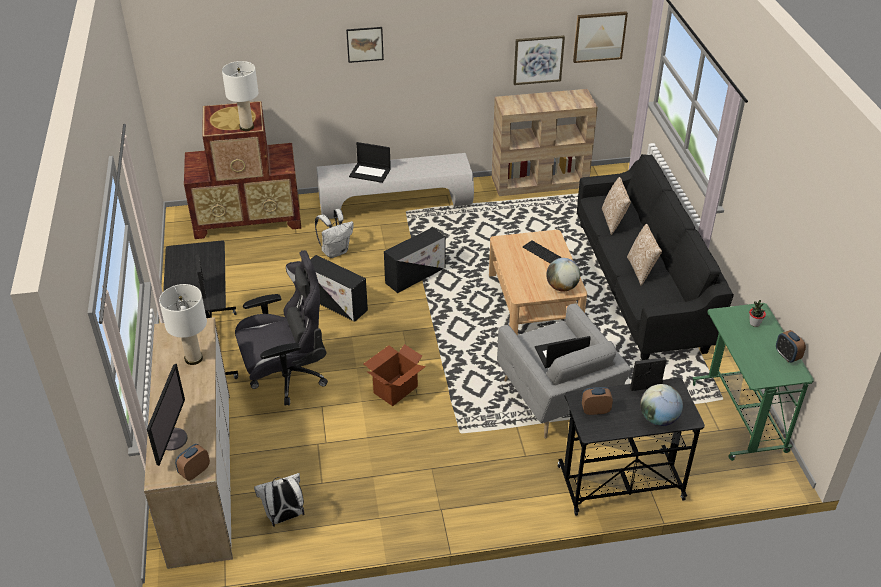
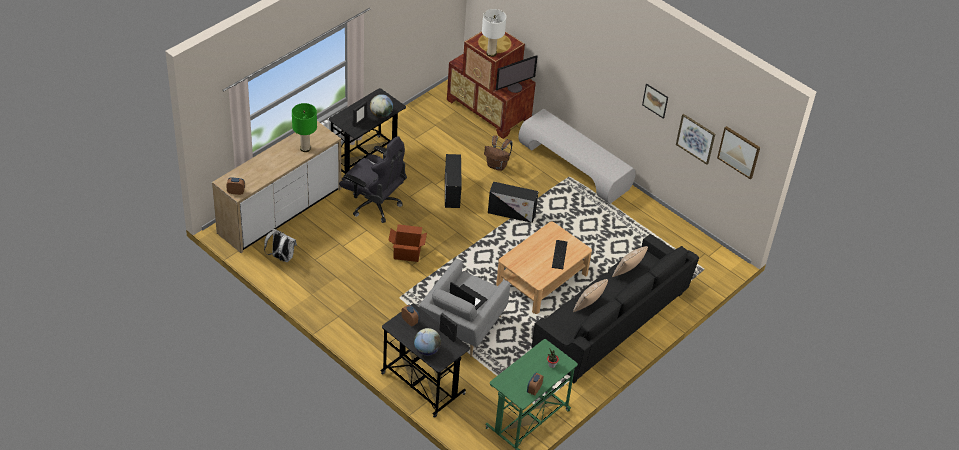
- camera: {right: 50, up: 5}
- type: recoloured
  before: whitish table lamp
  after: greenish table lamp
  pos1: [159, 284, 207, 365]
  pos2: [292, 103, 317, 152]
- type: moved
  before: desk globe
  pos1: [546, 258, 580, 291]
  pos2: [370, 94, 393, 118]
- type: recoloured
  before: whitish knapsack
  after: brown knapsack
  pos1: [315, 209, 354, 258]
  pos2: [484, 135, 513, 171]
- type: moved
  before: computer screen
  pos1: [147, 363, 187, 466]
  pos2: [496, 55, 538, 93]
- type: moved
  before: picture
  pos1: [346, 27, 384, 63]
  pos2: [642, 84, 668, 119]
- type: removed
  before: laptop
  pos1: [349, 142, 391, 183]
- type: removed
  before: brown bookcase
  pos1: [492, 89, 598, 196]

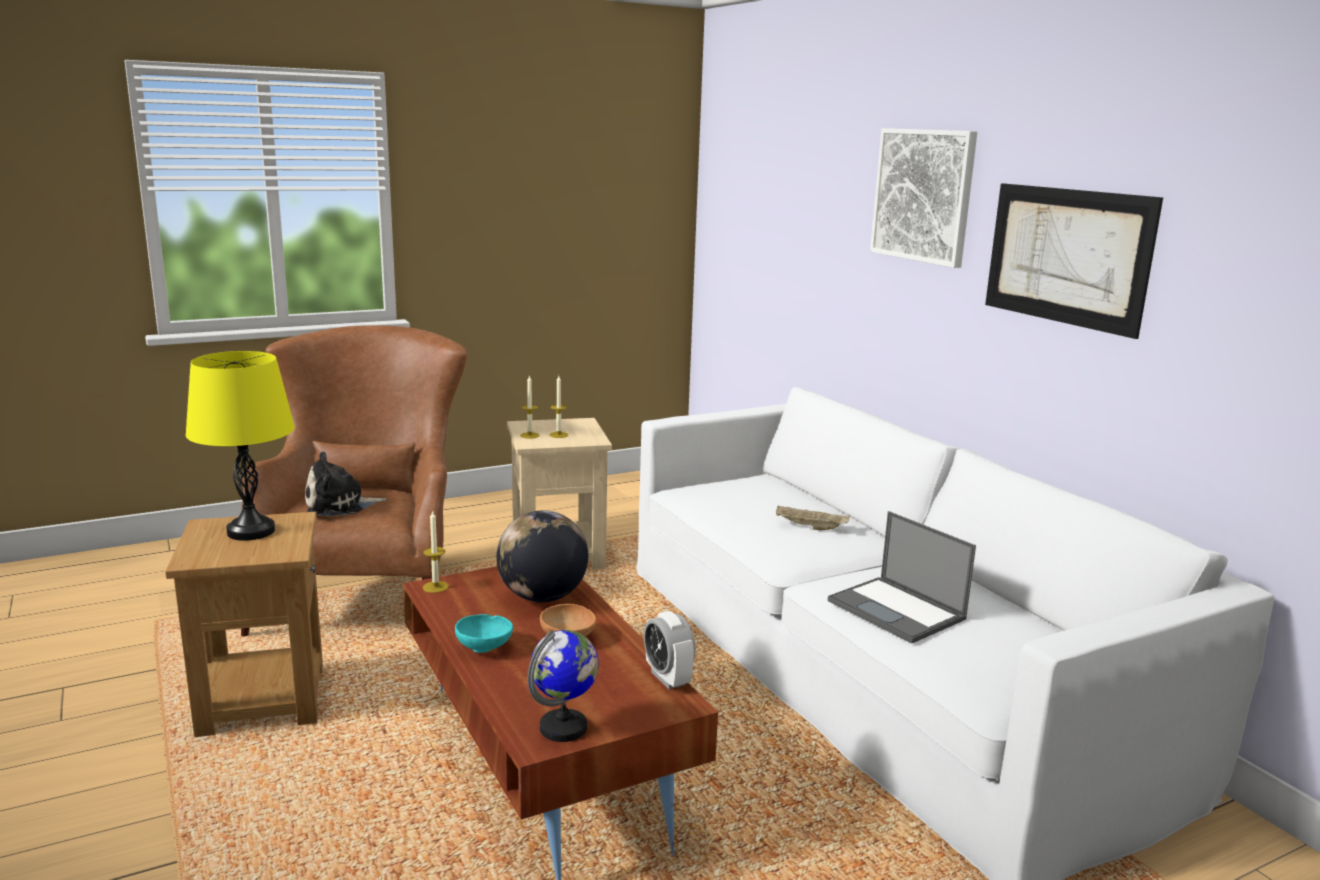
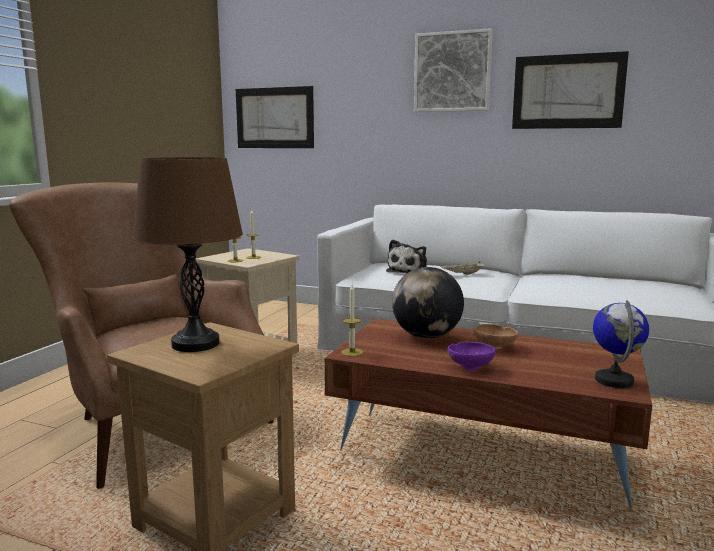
- camera: {right: -40, up: -5}
- type: recoloured
  before: yellow table lamp
  after: brown table lamp
  pos1: [185, 351, 295, 541]
  pos2: [133, 157, 243, 352]
- type: added
  after: picture
  pos2: [236, 86, 314, 148]
- type: moved
  before: plush toy
  pos1: [305, 451, 386, 516]
  pos2: [386, 240, 427, 273]
- type: recoloured
  before: turquoise serving bowl
  after: purple serving bowl
  pos1: [455, 614, 513, 653]
  pos2: [448, 342, 496, 370]
- type: removed
  before: bedside clock
  pos1: [644, 611, 696, 689]
- type: removed
  before: laptop
  pos1: [828, 511, 976, 643]

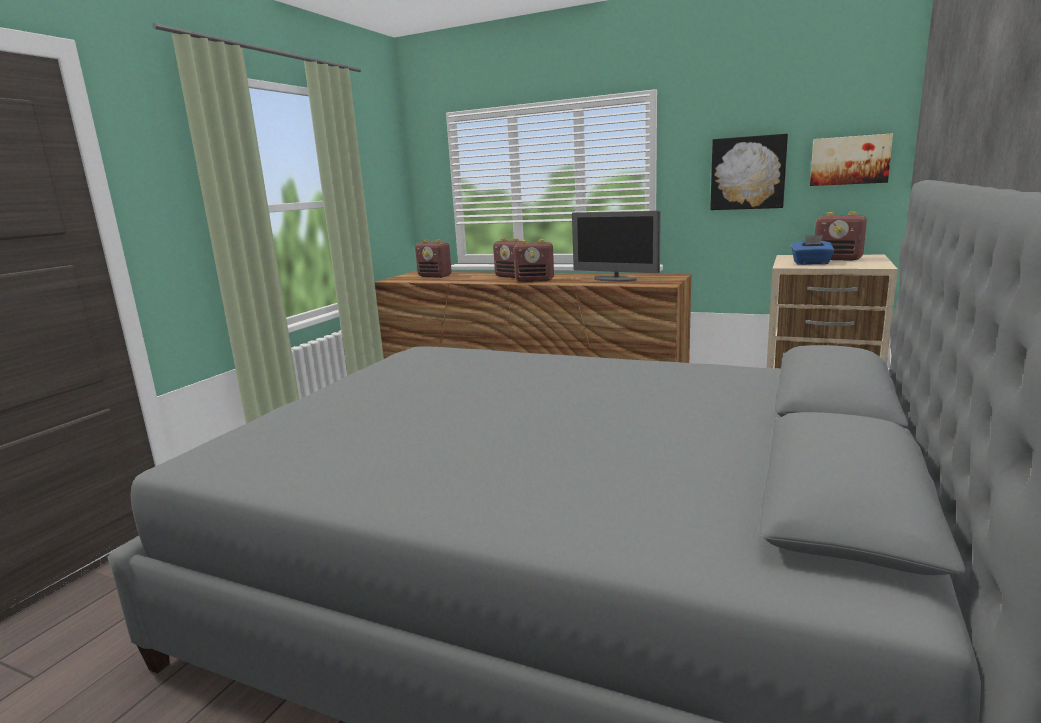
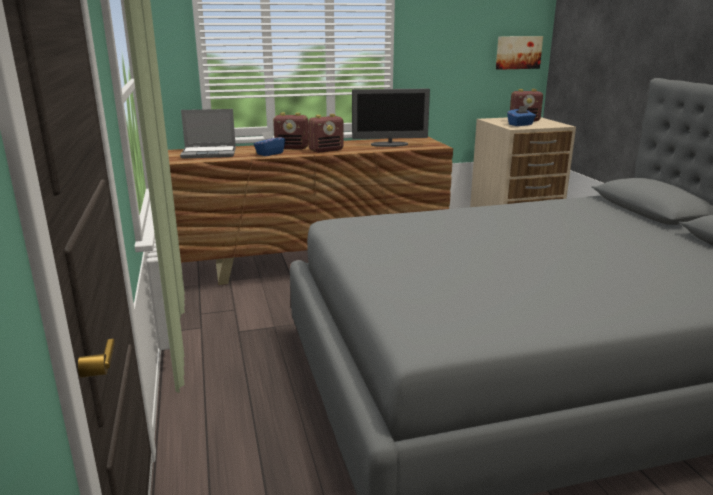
- camera: {right: -40, up: 5}
- type: replaced
  before: radio
  after: laptop
  pos1: [415, 240, 451, 278]
  pos2: [180, 109, 236, 159]
- type: added
  after: blue box of tissues
  pos2: [254, 131, 285, 156]
- type: removed
  before: picture
  pos1: [710, 134, 788, 210]

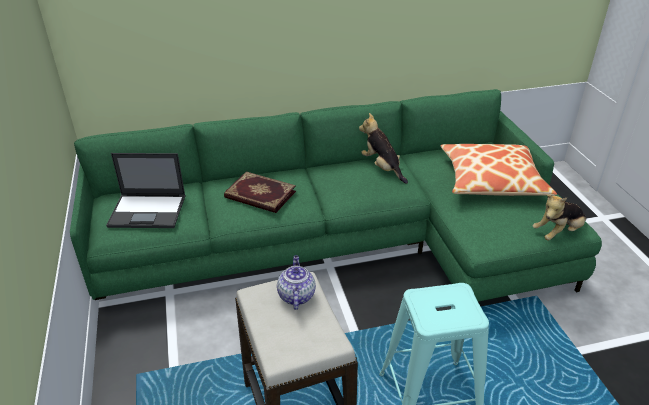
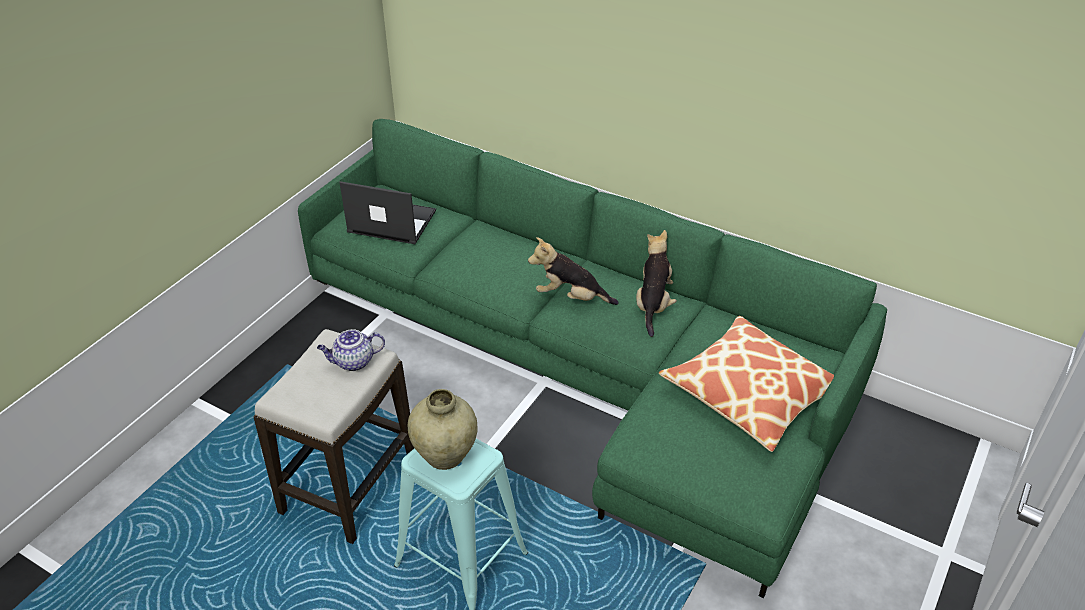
- camera: {right: 45, up: 5}
- type: turned
  before: tea pot
  pos1: [277, 255, 316, 310]
  pos2: [317, 329, 385, 371]
  turn: -150
- type: turned
  before: laptop
  pos1: [106, 153, 186, 228]
  pos2: [340, 181, 436, 244]
  turn: 150
- type: added
  after: beige-coloured flower vase
  pos2: [408, 389, 477, 470]
- type: moved
  before: plush toy
  pos1: [533, 195, 586, 240]
  pos2: [528, 237, 618, 305]
- type: removed
  before: book
  pos1: [224, 172, 296, 213]

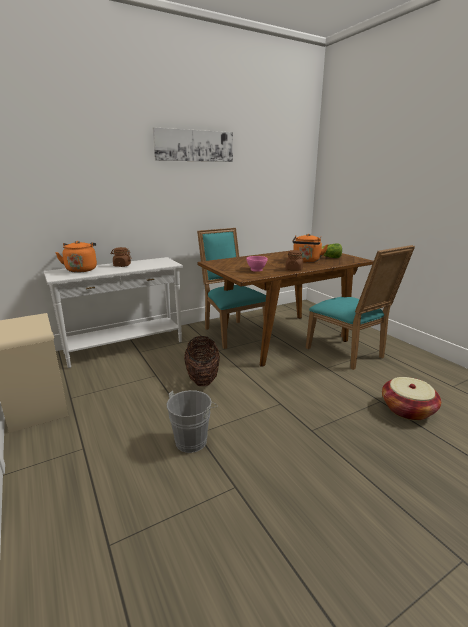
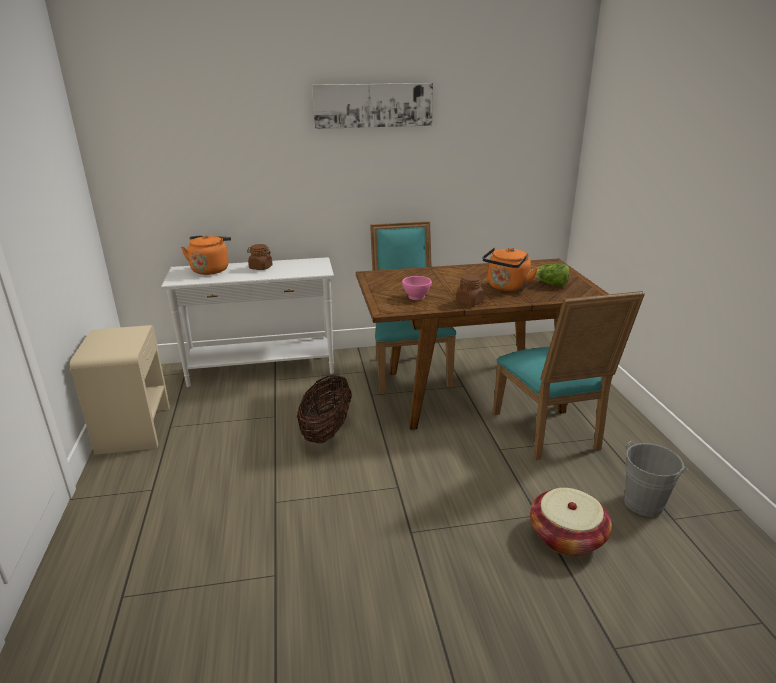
- camera: {right: 20, up: 5}
- type: moved
  before: gray pail
  pos1: [166, 390, 218, 453]
  pos2: [624, 441, 688, 517]

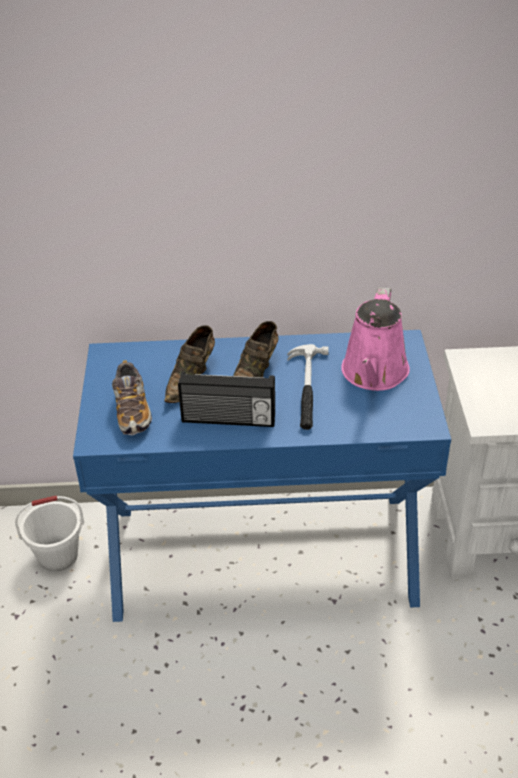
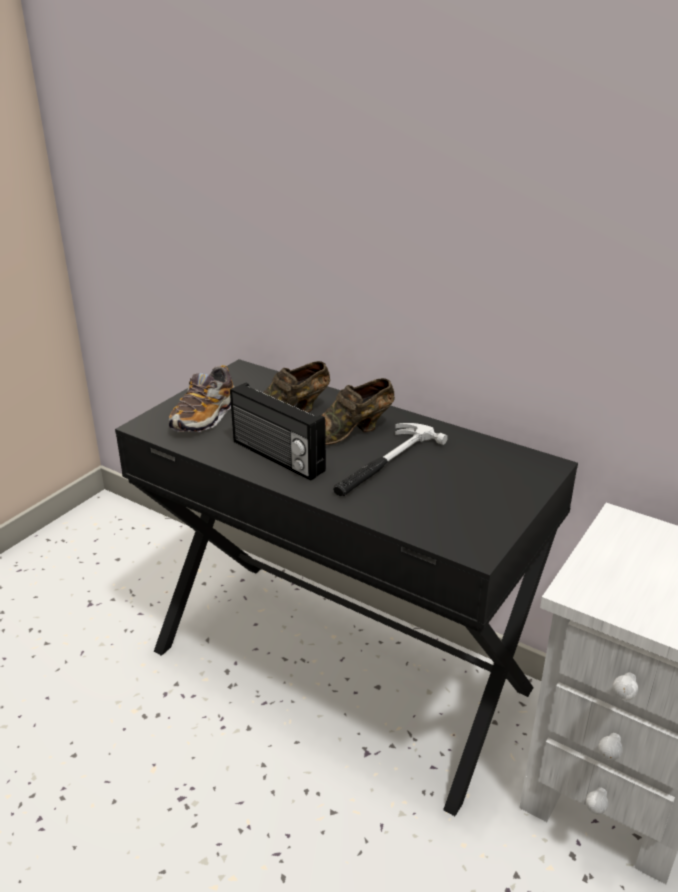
- camera: {right: 35, up: -10}
- type: recoloured
  before: blue desk unit
  after: blackish desk unit
  pos1: [73, 330, 451, 622]
  pos2: [115, 359, 578, 816]
- type: removed
  before: whitish pail
  pos1: [15, 495, 84, 572]
- type: removed
  before: pink-coloured watering pot
  pos1: [341, 287, 410, 391]

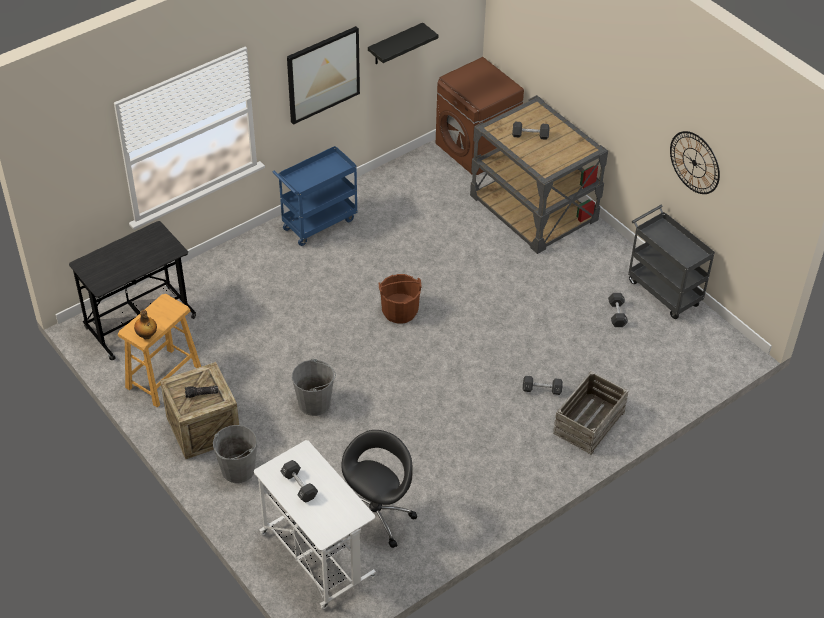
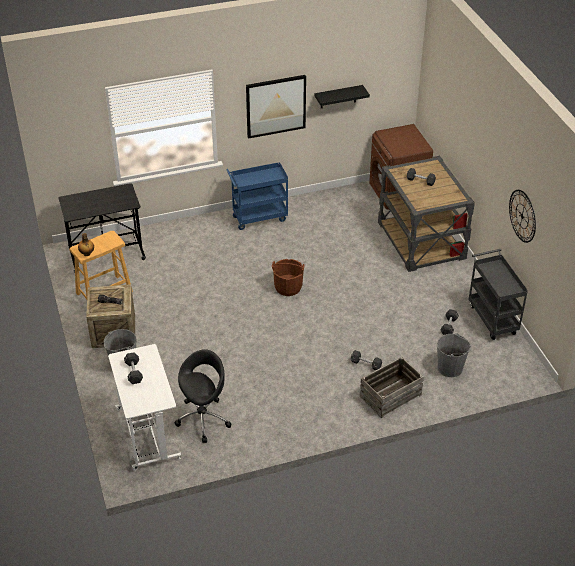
- camera: {right: 20, up: -5}
- type: moved
  before: gray pail
  pos1: [292, 359, 336, 416]
  pos2: [437, 333, 471, 377]

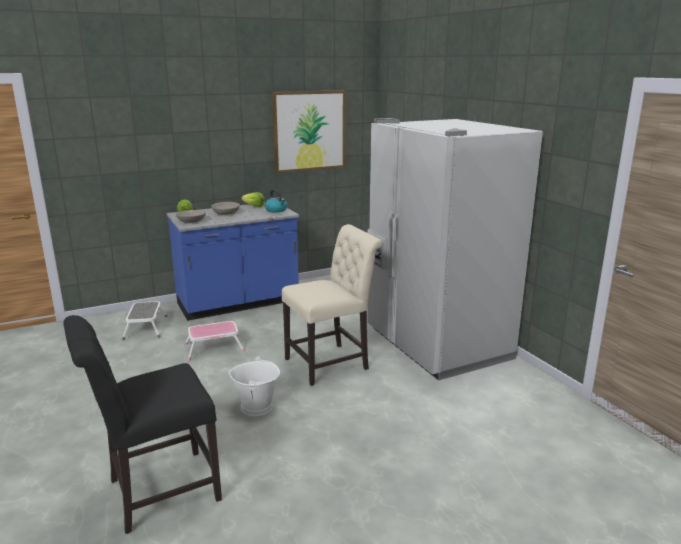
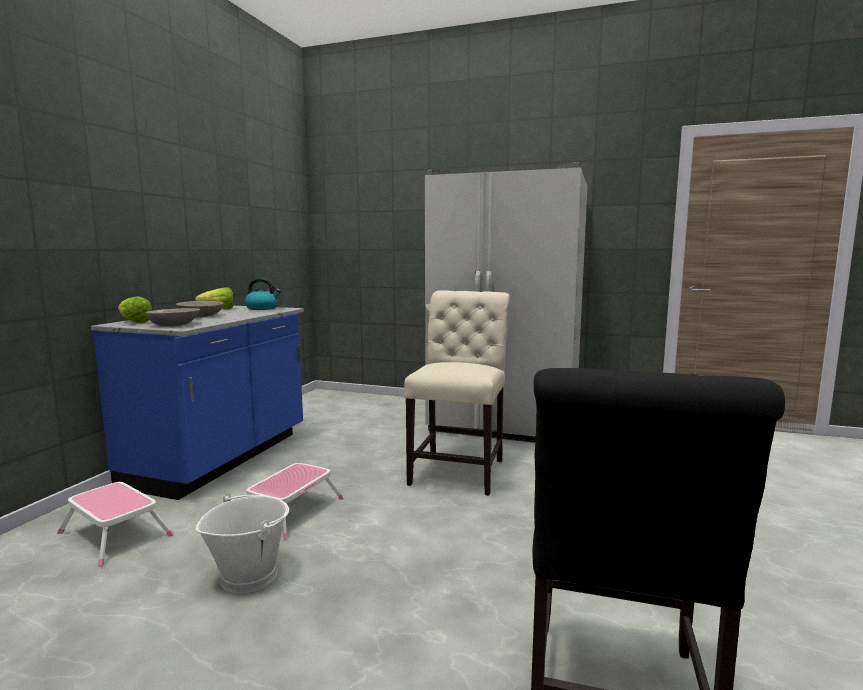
- camera: {right: -45, up: -10}
- type: recoloured
  before: gray step ladder
  after: pink-coloured step ladder
  pos1: [122, 302, 168, 340]
  pos2: [57, 482, 174, 567]
- type: moved
  before: whitish pail
  pos1: [229, 357, 280, 416]
  pos2: [196, 493, 289, 593]
- type: removed
  before: picture
  pos1: [272, 90, 346, 173]

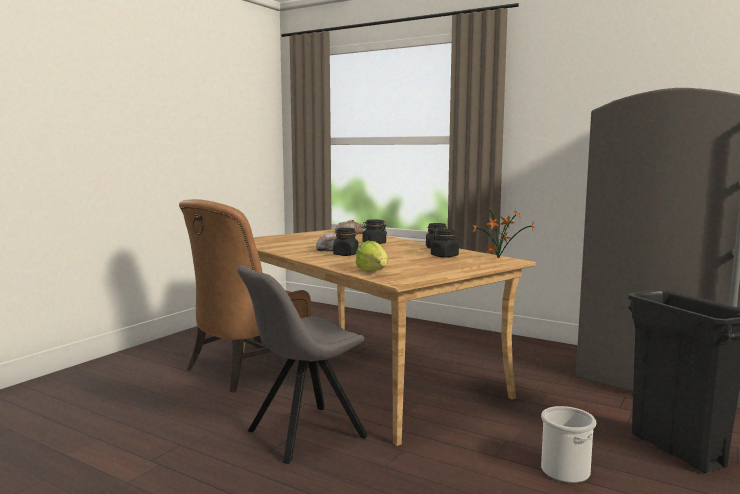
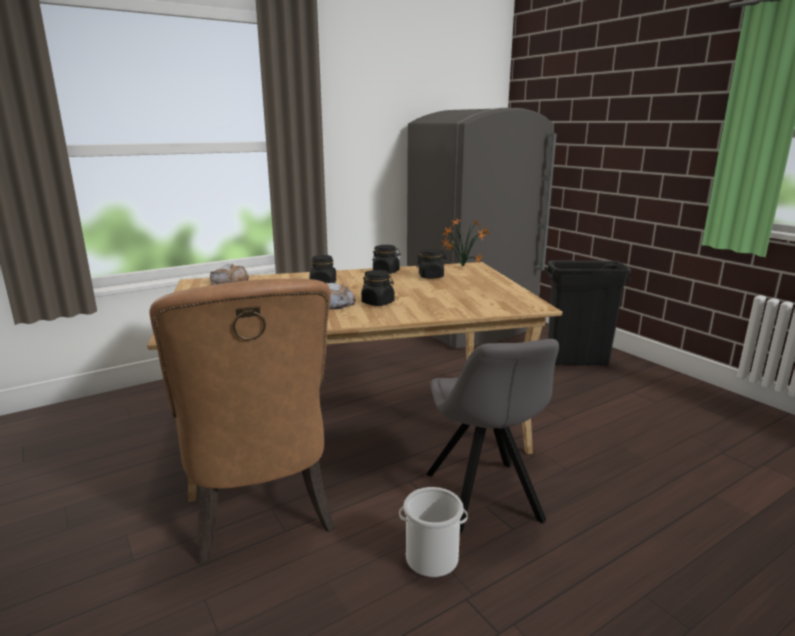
- camera: {right: -65, up: 10}
- type: moved
  before: pail
  pos1: [541, 406, 596, 483]
  pos2: [399, 487, 468, 578]
- type: removed
  before: lettuce
  pos1: [355, 241, 388, 272]

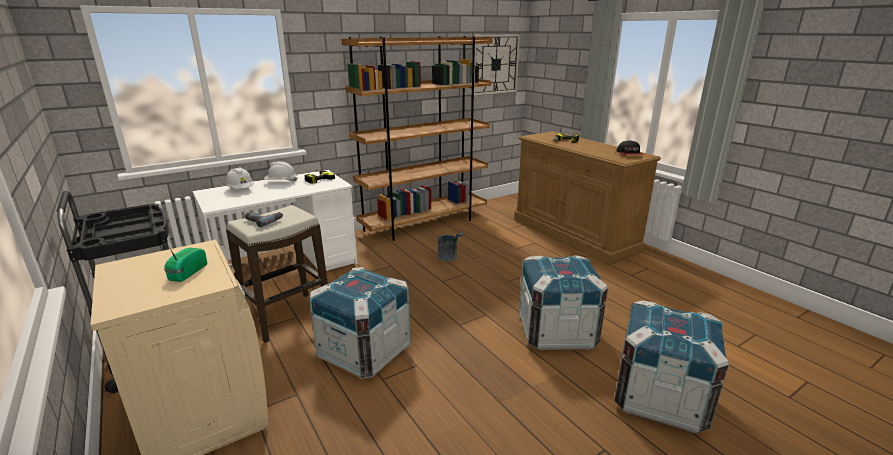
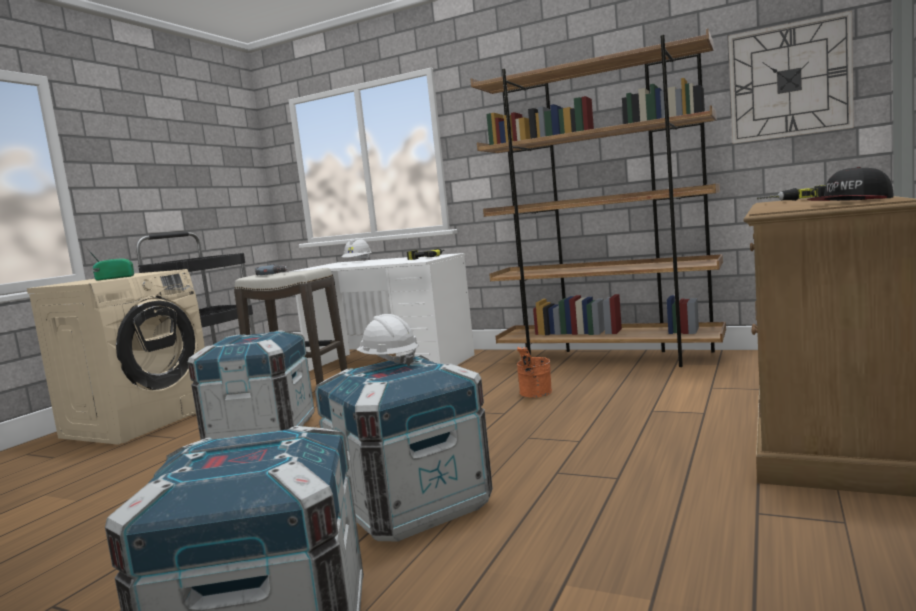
- camera: {right: 60, up: -15}
- type: moved
  before: whitish hard hat
  pos1: [264, 161, 298, 182]
  pos2: [356, 314, 419, 366]
- type: recoloured
  before: gray pail
  after: orangey pail
  pos1: [438, 233, 464, 261]
  pos2: [517, 347, 552, 398]

